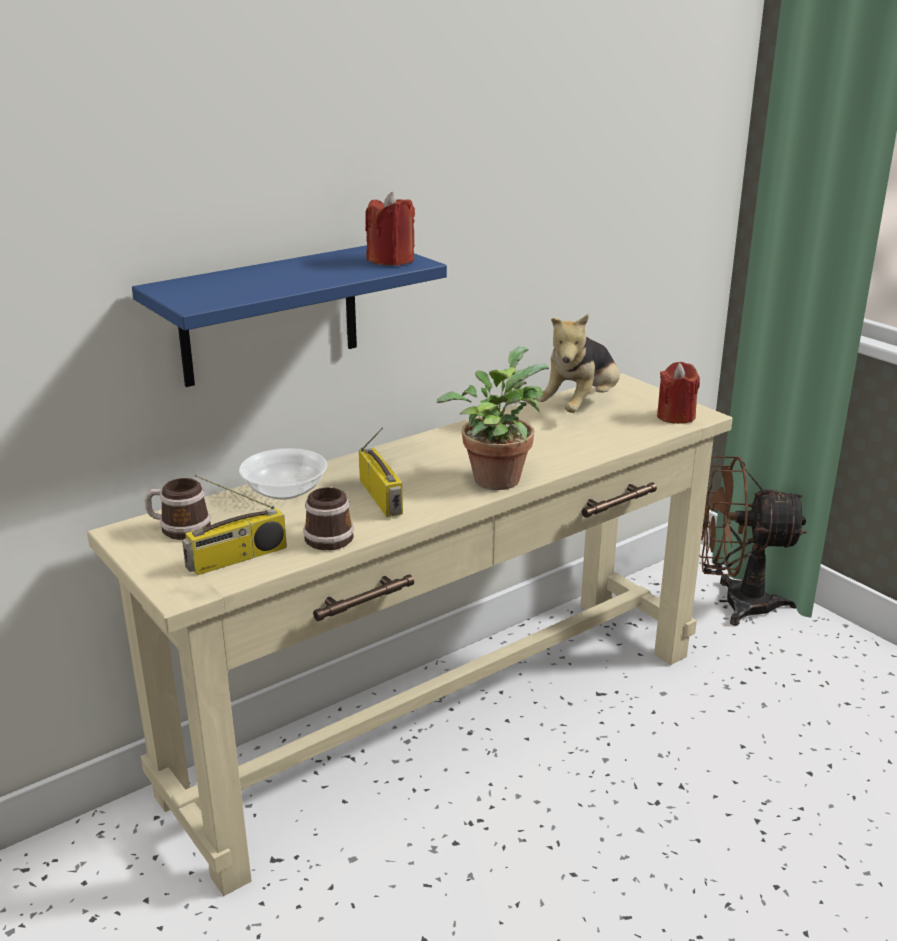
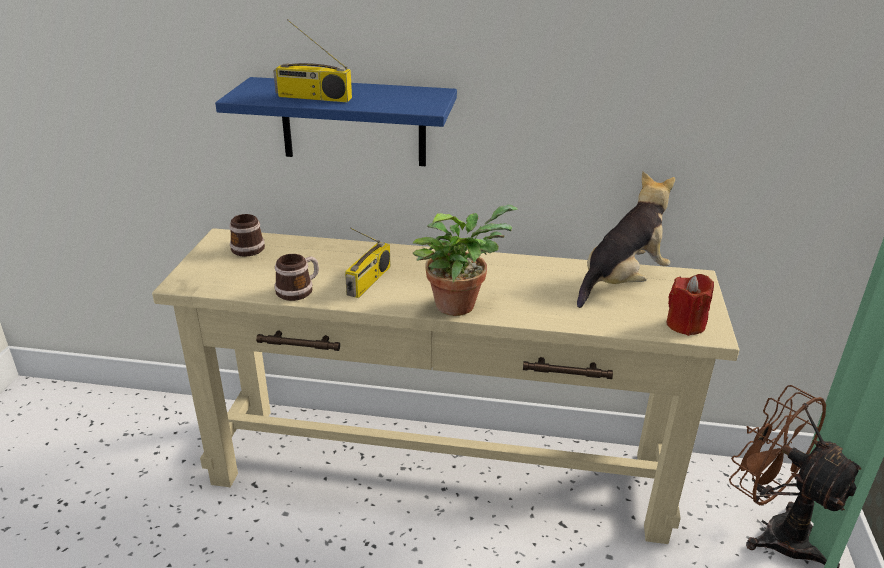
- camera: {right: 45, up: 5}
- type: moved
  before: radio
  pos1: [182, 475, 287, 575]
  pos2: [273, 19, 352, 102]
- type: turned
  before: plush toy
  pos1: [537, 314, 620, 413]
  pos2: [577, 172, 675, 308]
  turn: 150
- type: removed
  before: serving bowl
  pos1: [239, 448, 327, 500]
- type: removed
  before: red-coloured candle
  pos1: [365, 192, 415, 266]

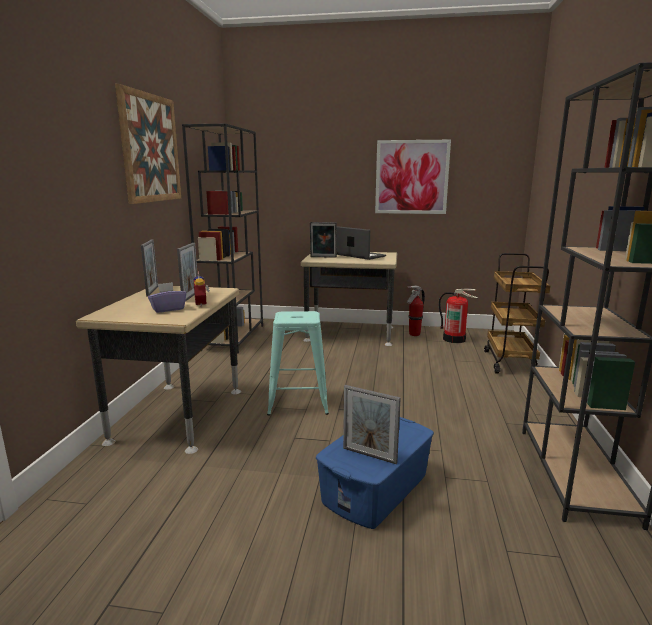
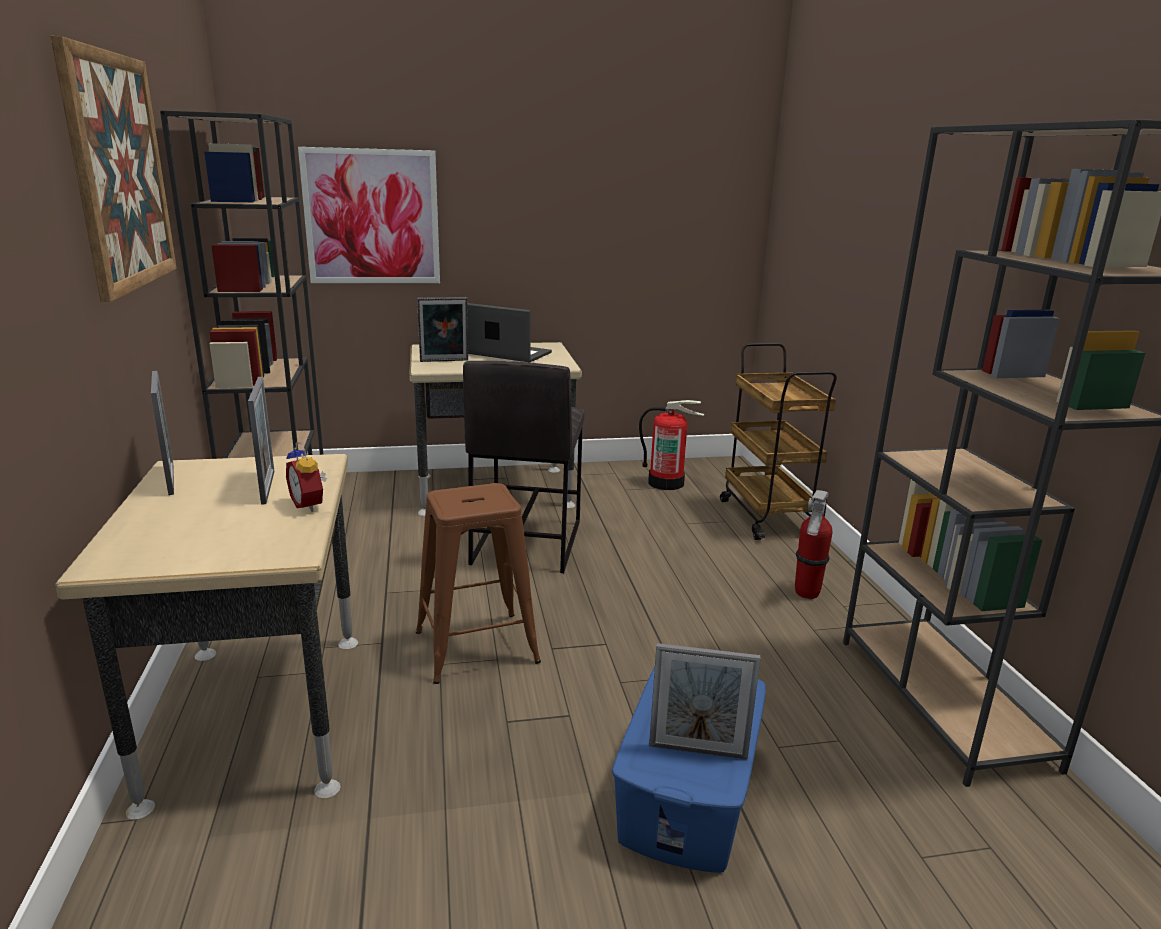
- camera: {right: -20, up: 5}
- type: moved
  before: picture
  pos1: [375, 140, 451, 214]
  pos2: [298, 147, 440, 283]
- type: recoloured
  before: turquoise stool
  after: brown stool
  pos1: [267, 311, 329, 416]
  pos2: [416, 483, 541, 684]
- type: added
  after: gray stool
  pos2: [463, 361, 584, 573]
- type: moved
  before: fire extinguisher
  pos1: [407, 286, 425, 336]
  pos2: [795, 490, 833, 599]
- type: removed
  before: purple box of tissues
  pos1: [148, 282, 186, 313]

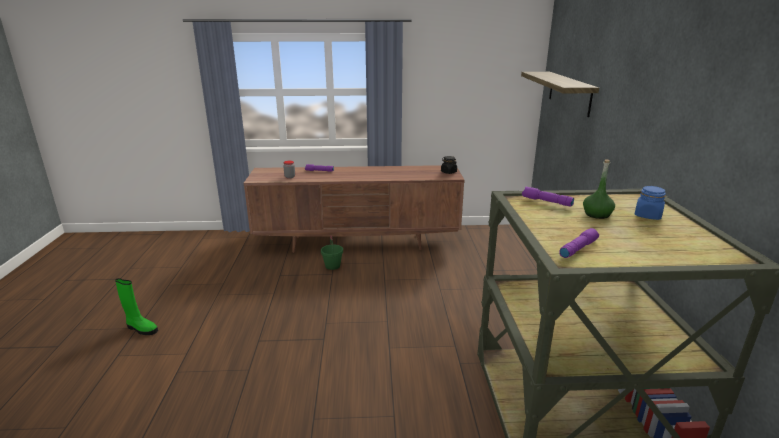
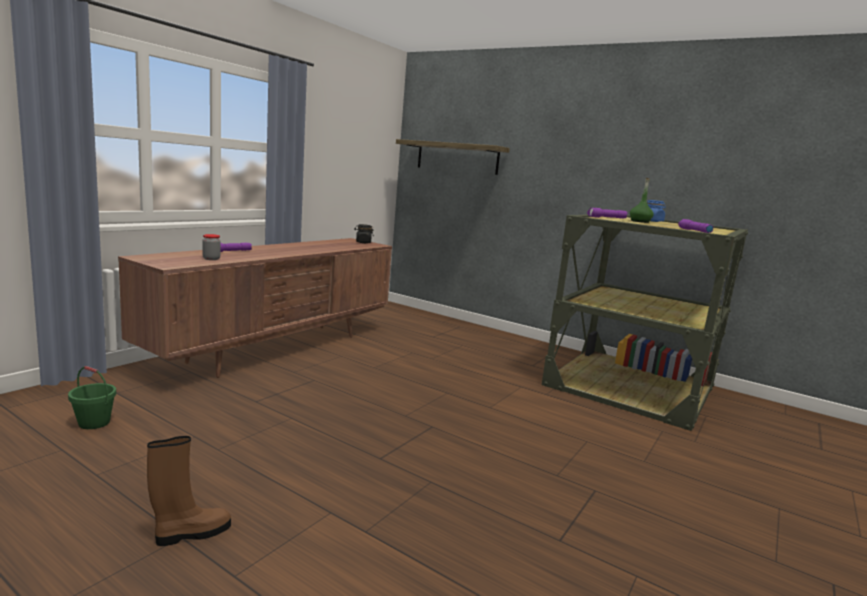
- camera: {right: -55, up: -10}
- type: moved
  before: greenish pail
  pos1: [321, 235, 343, 270]
  pos2: [68, 366, 116, 429]
- type: recoloured
  before: greenish high-top boot
  after: brown high-top boot
  pos1: [115, 278, 158, 335]
  pos2: [147, 436, 231, 546]

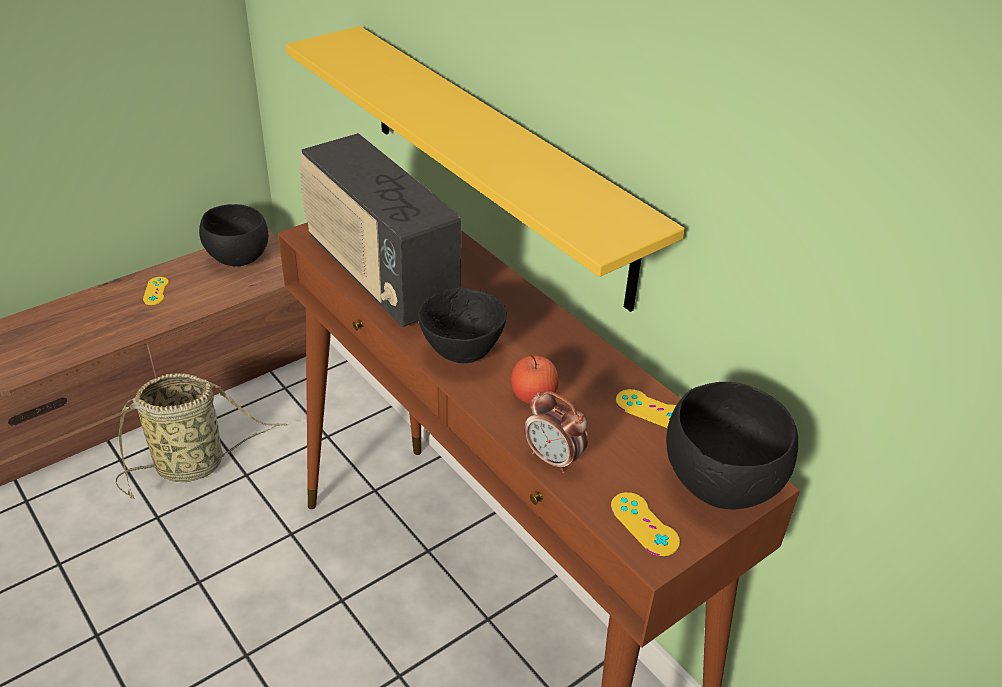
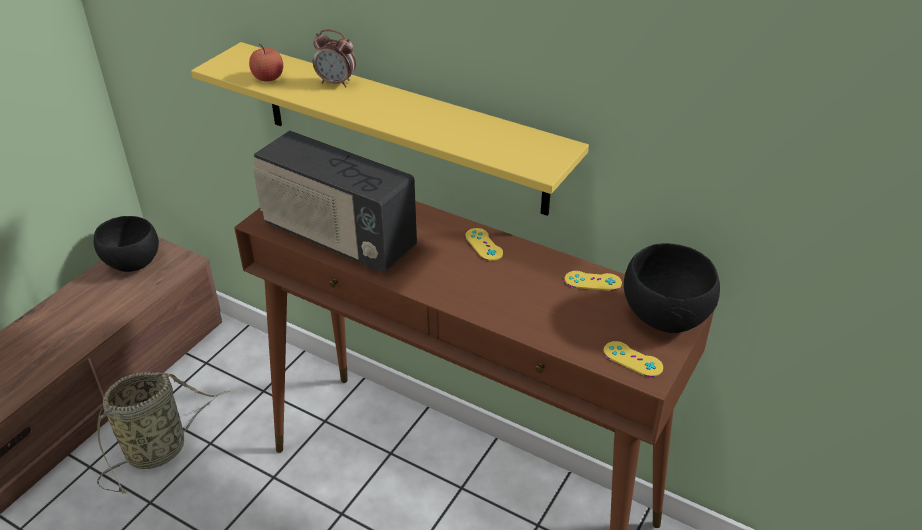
- camera: {right: -20, up: 0}
- type: moved
  before: apple
  pos1: [511, 355, 559, 404]
  pos2: [249, 44, 283, 82]
- type: moved
  before: bedside clock
  pos1: [524, 391, 588, 473]
  pos2: [313, 29, 356, 87]
- type: moved
  before: yellow joypad
  pos1: [143, 277, 169, 305]
  pos2: [465, 228, 503, 261]
- type: removed
  before: blackish serving bowl
  pos1: [418, 288, 507, 363]

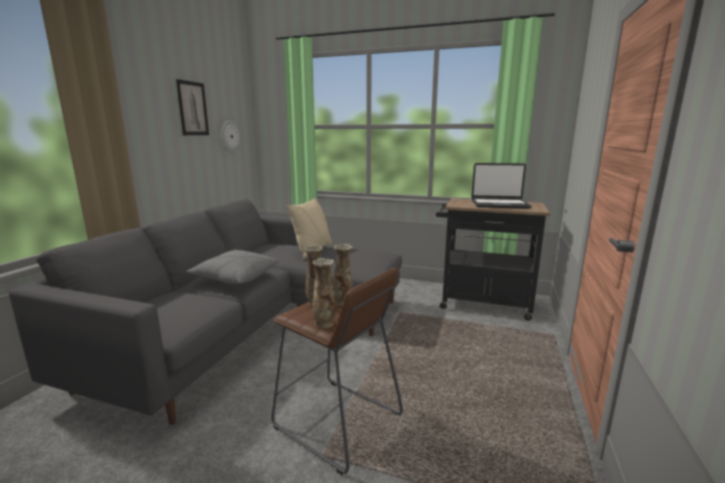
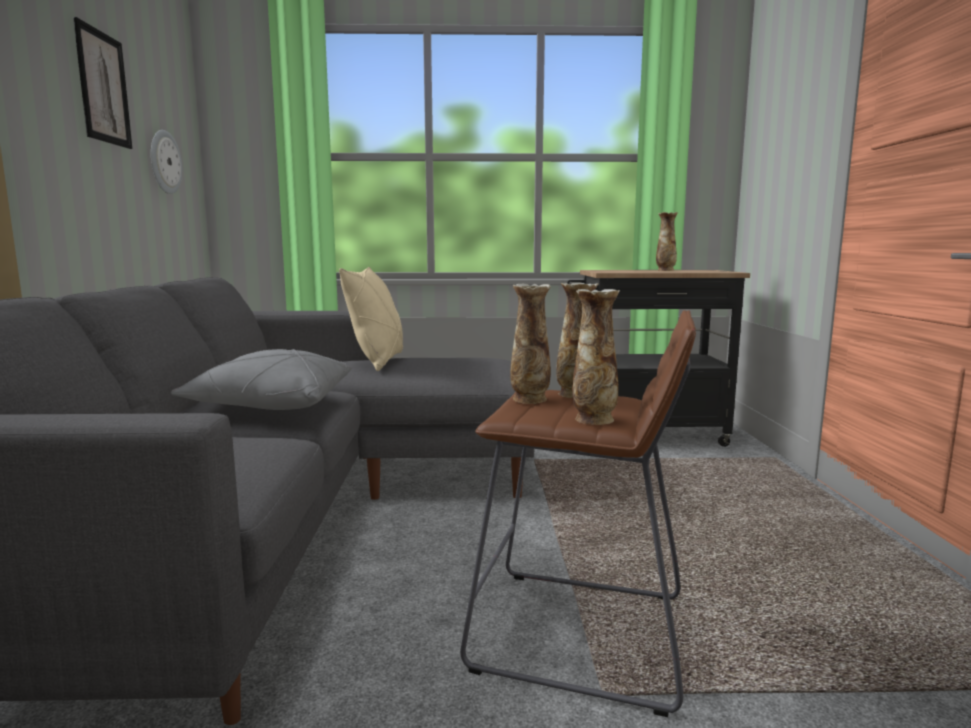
- camera: {right: -20, up: -5}
- type: replaced
  before: laptop
  after: flower vase
  pos1: [471, 163, 532, 209]
  pos2: [656, 212, 678, 271]

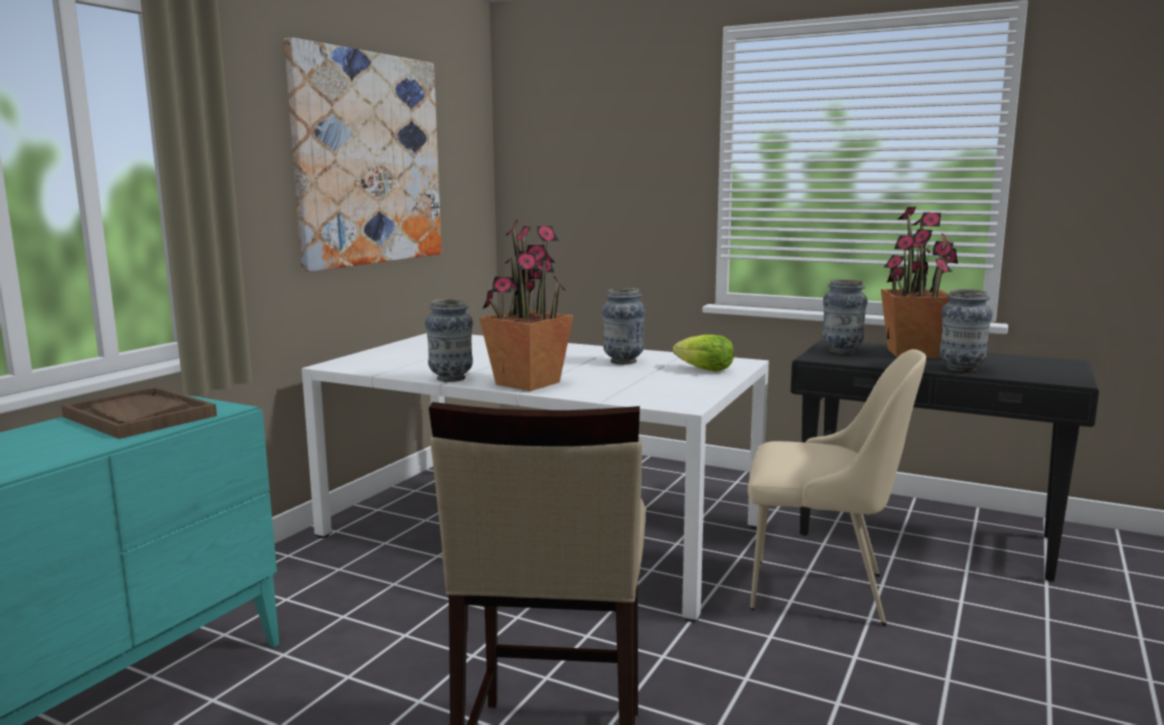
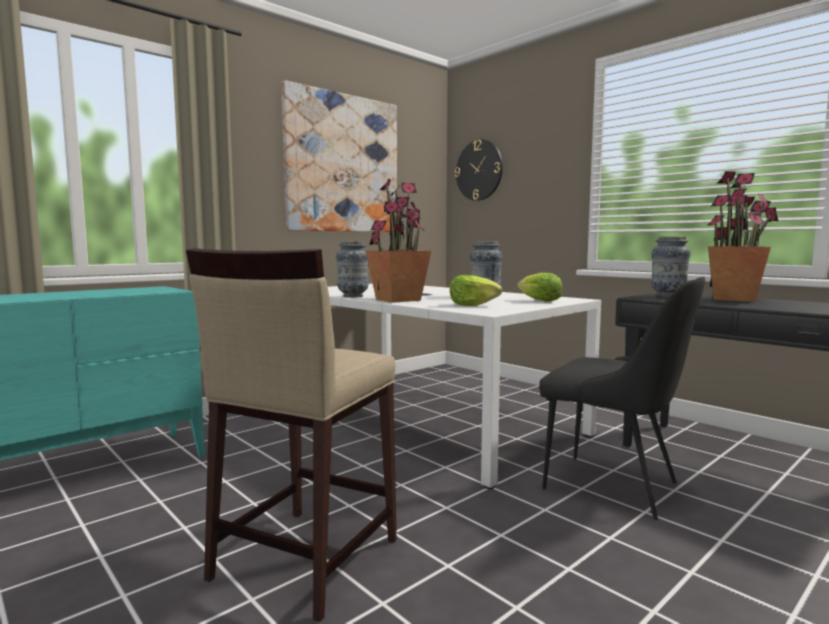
- camera: {right: 20, up: -5}
- type: added
  after: lettuce
  pos2: [450, 275, 502, 306]
- type: added
  after: hanging clock
  pos2: [455, 139, 503, 201]
- type: recoloured
  before: beige-coloured chair
  after: blackish chair
  pos1: [748, 349, 926, 626]
  pos2: [539, 277, 705, 520]
- type: removed
  before: brown serving tray
  pos1: [61, 387, 217, 439]
- type: removed
  before: flower vase
  pos1: [939, 289, 993, 372]

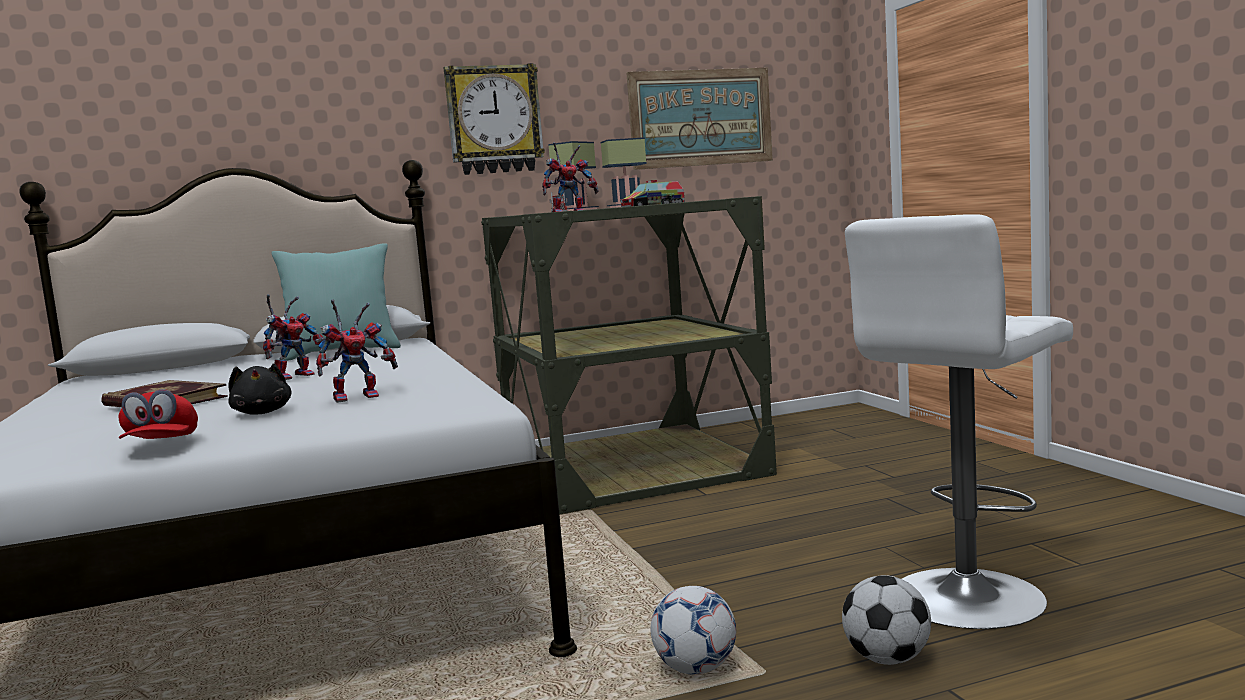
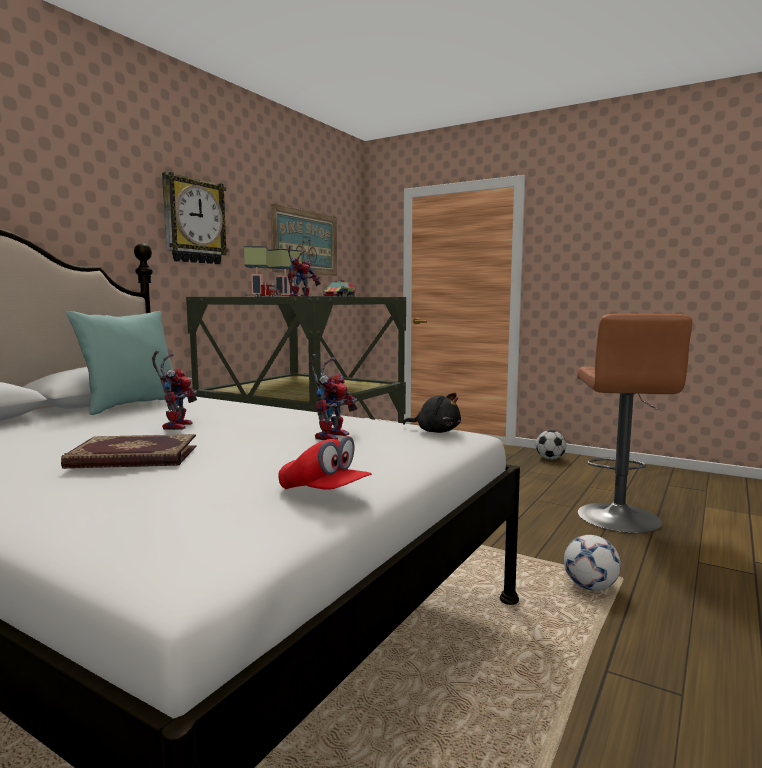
- camera: {right: -40, up: 0}
- type: moved
  before: blackish plush toy
  pos1: [228, 363, 291, 415]
  pos2: [403, 393, 461, 433]
- type: moved
  before: football ball
  pos1: [842, 575, 931, 665]
  pos2: [536, 430, 566, 460]
- type: recoloured
  before: whitish stool
  after: brown stool
  pos1: [845, 214, 1073, 629]
  pos2: [577, 314, 692, 533]

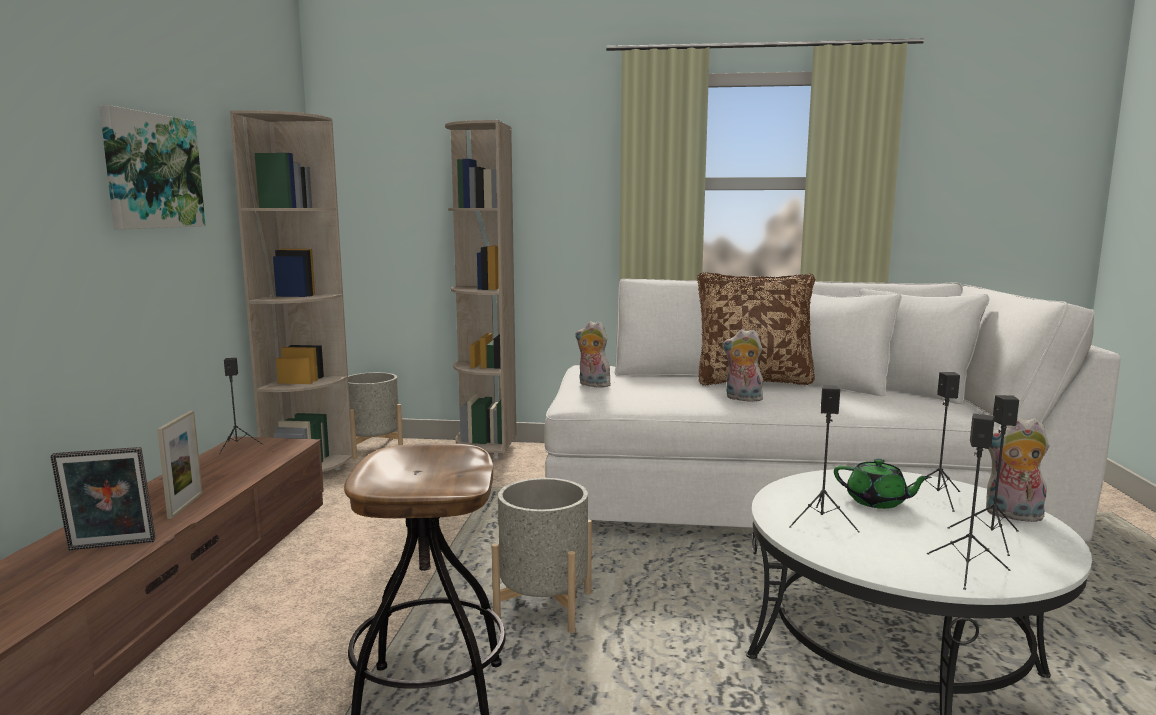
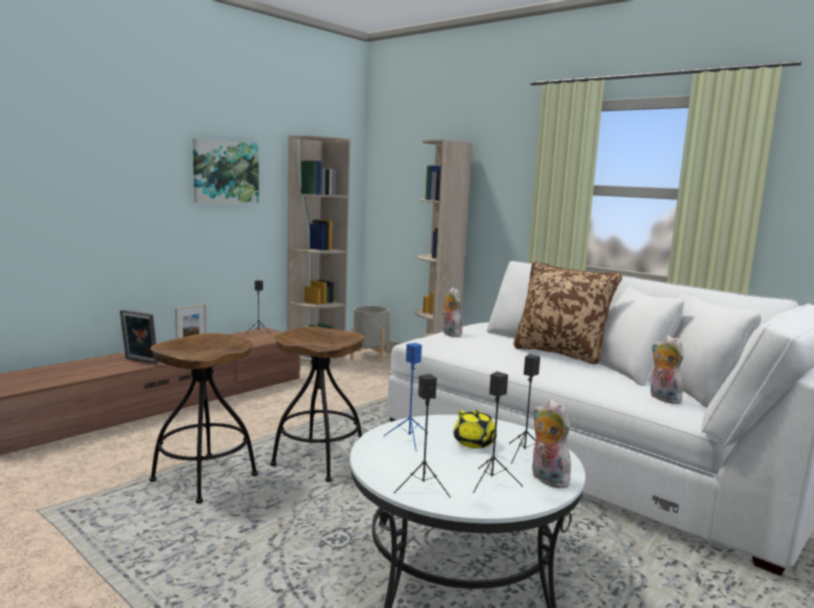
- camera: {right: 35, up: 0}
- type: replaced
  before: gray flower pot
  after: brown stool
  pos1: [492, 478, 592, 633]
  pos2: [270, 326, 365, 482]
- type: recoloured
  before: blackish loudspeaker
  after: blue loudspeaker
  pos1: [789, 385, 860, 532]
  pos2: [384, 343, 428, 451]
- type: recoloured
  before: greenish tea pot
  after: yellow tea pot
  pos1: [834, 458, 932, 509]
  pos2: [453, 410, 497, 448]
- type: moved
  before: plush toy
  pos1: [722, 329, 763, 402]
  pos2: [651, 336, 684, 404]

